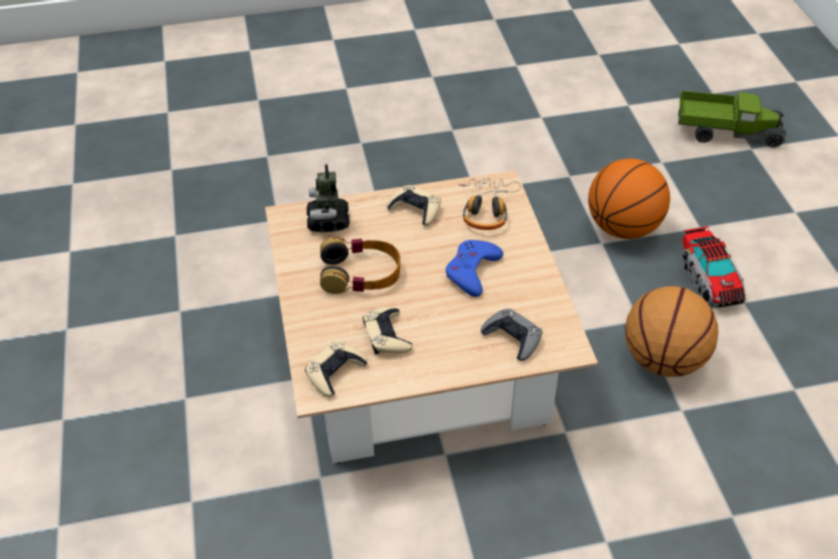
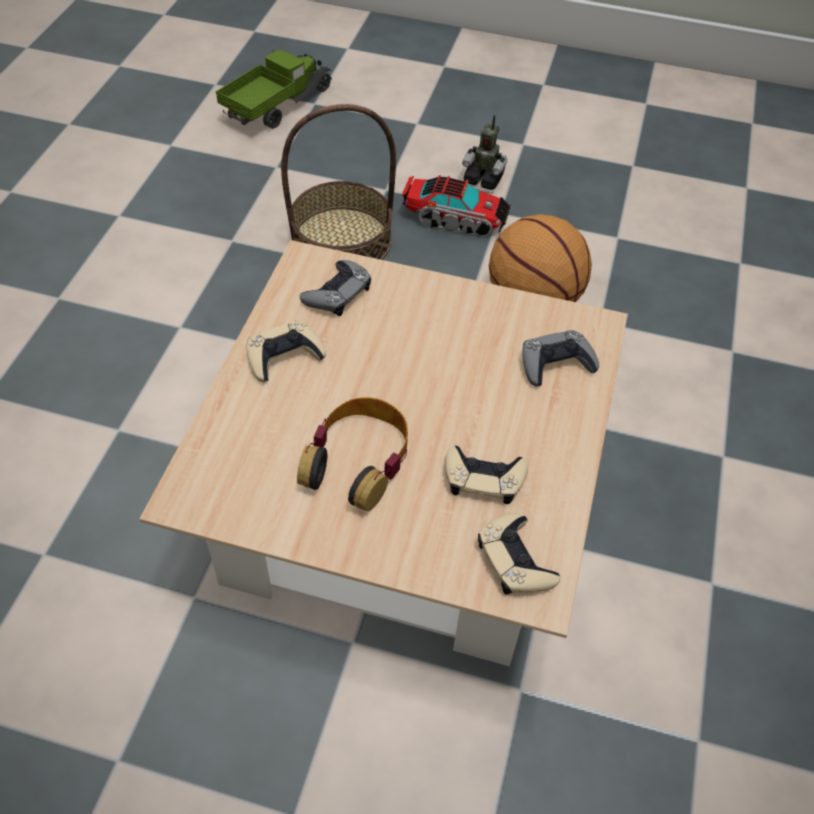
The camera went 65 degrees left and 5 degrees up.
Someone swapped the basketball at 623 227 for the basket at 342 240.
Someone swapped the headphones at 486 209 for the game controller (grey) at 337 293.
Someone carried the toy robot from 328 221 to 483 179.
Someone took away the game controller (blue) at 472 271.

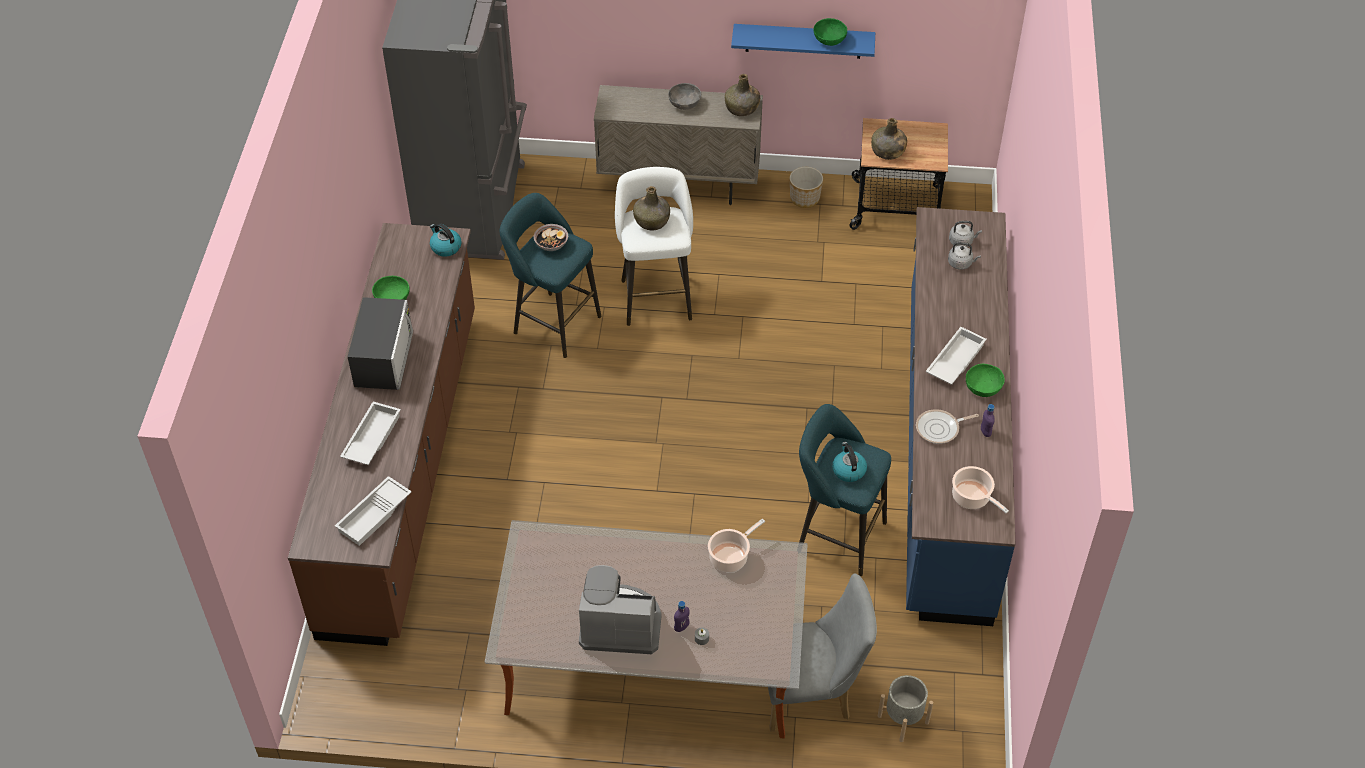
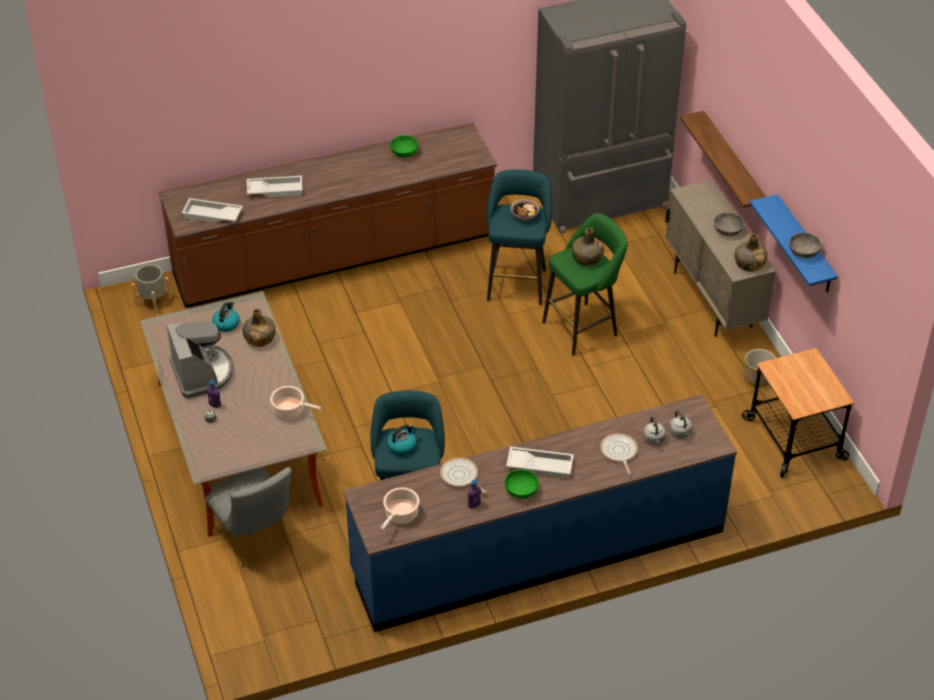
The camera went 65 degrees right and 5 degrees down.
Someone carried the planter (grey) from 903 719 to 153 301.
Someone carried the kettle from 445 247 to 226 323.
Someone carried the bottle (green) from 887 151 to 259 338.
Someone repainted the stool (white) at 655 296, which became the stool (green) at 583 327.
Someone put down the frying pan at 619 452.
Someone put up the shelf at 733 165.
Someone repainted the bowl (green) at 829 40, which became the bowl (grey) at 803 252.
Someone took away the microwave at 384 359.

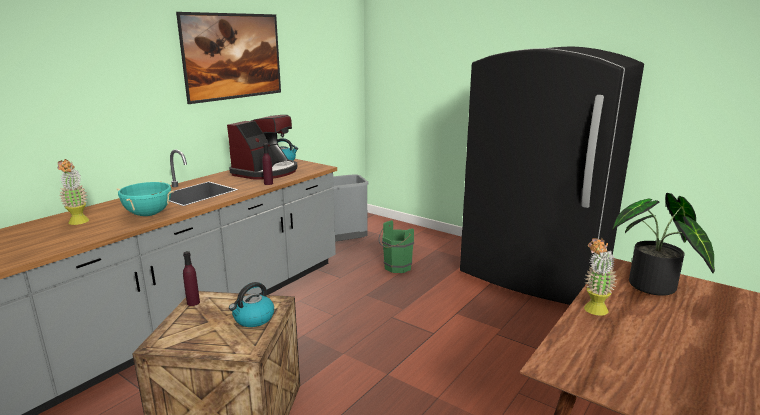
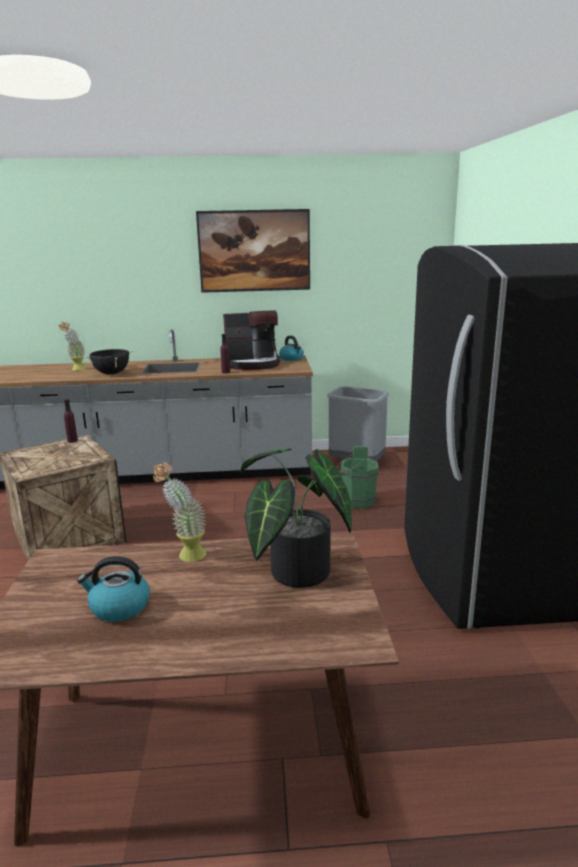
The camera went 50 degrees right and 0 degrees up.
Someone carried the kettle from 253 319 to 119 607.
Someone repainted the cooking pot (turquoise) at 149 214, which became the cooking pot (black) at 111 374.

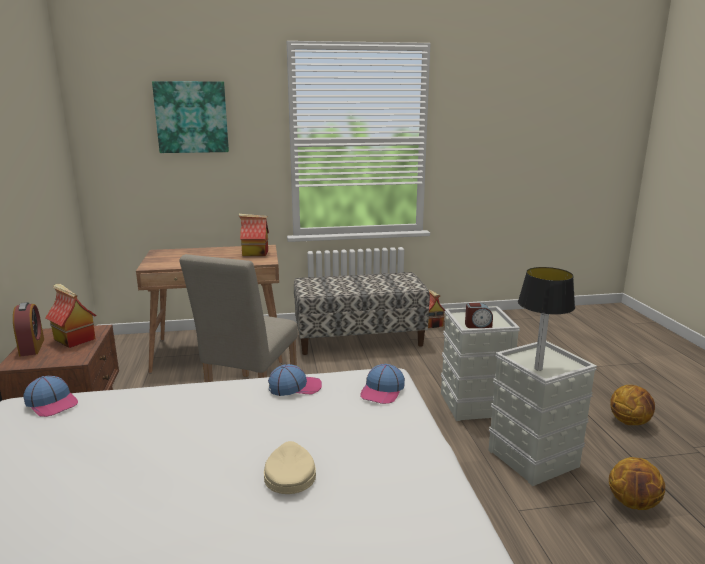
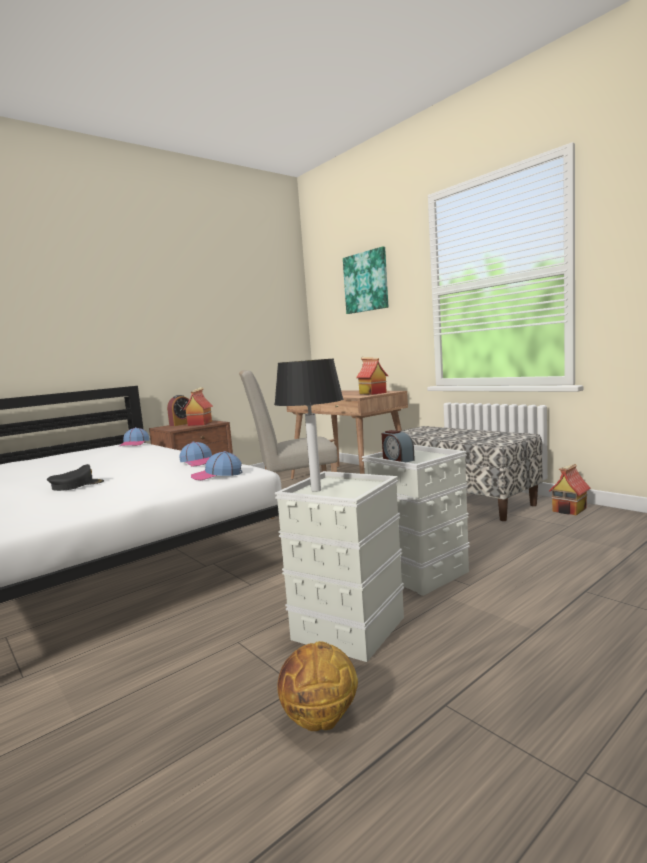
The camera went 60 degrees right and 10 degrees down.
Someone repainted the cap (beige) at 289 474, which became the cap (black) at 76 485.
Someone took away the basketball at 630 422.

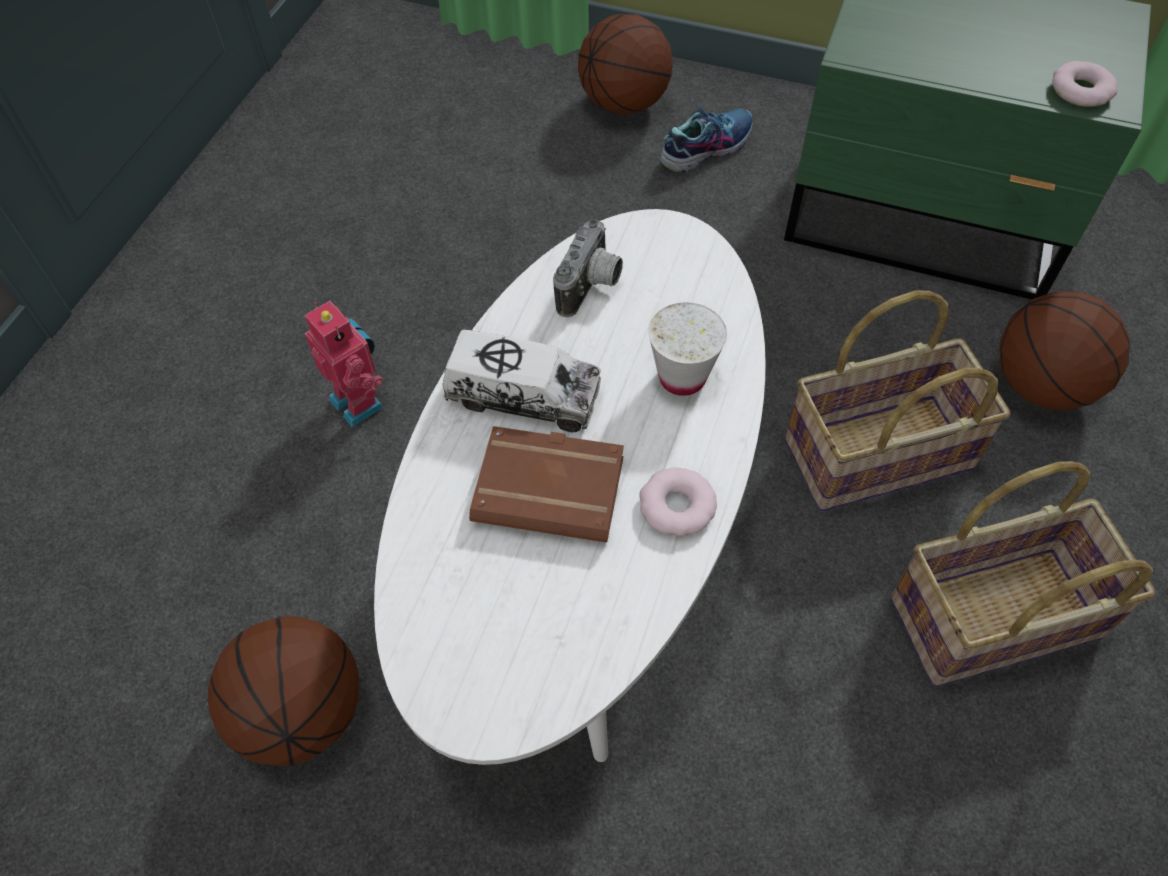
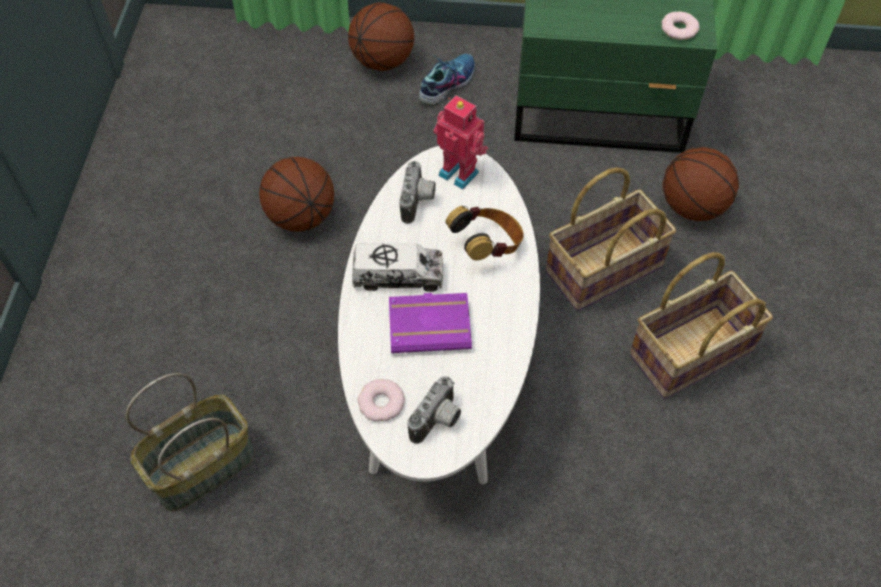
The camera went 15 degrees left and 0 degrees up.
Someone put down the basket at 202 465.
Someone carried the basketball from 301 711 to 300 216.
Someone carried the donut from 677 507 to 381 403.
Someone repainted the book (brown) at 553 487, which became the book (purple) at 431 325.
Someone put down the photo camera at 438 421.
Someone carried the toy robot from 360 401 to 460 172.
Someone swapped the cup (white) at 682 377 for the headphones at 487 246.

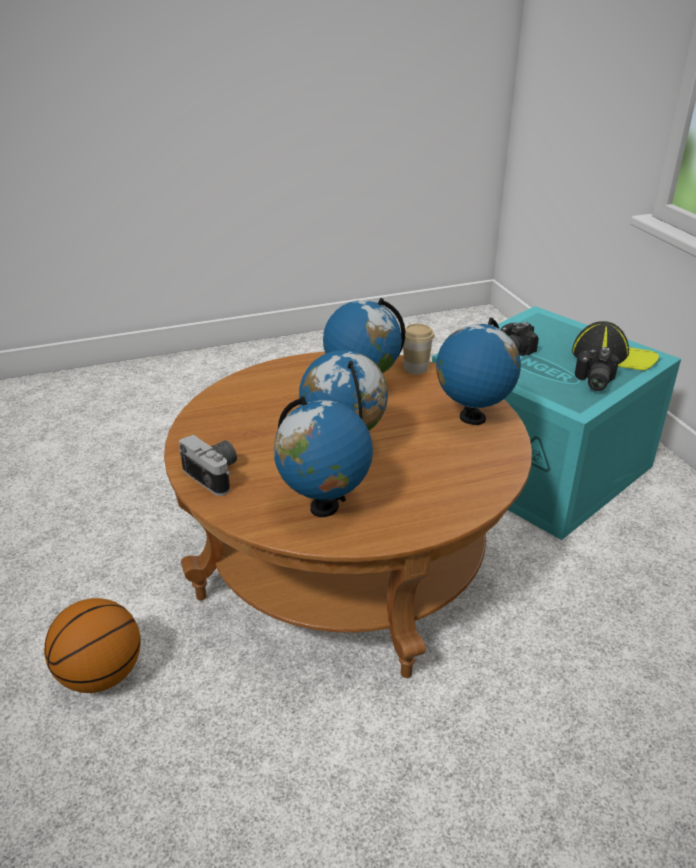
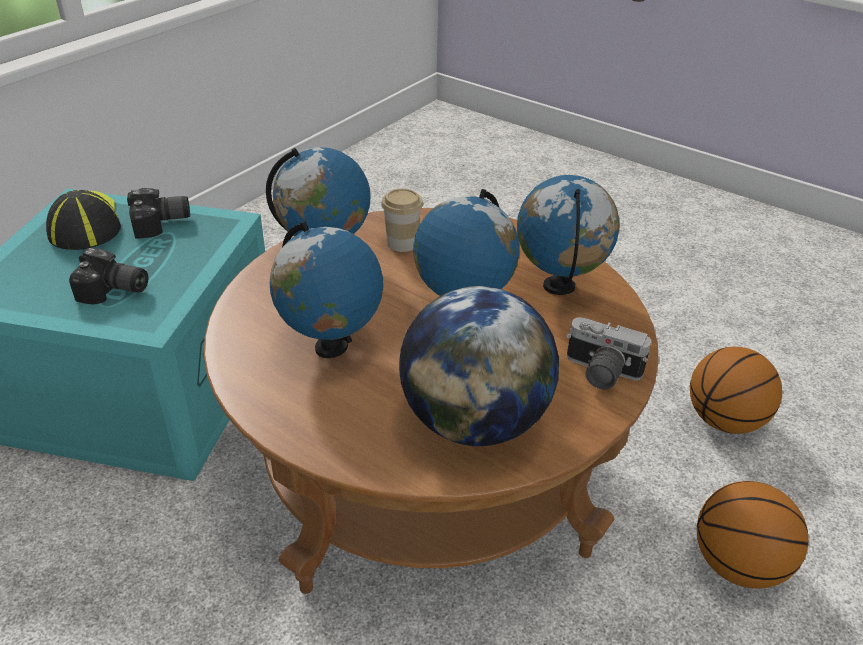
The camera went 125 degrees left and 5 degrees up.
Someone carried the cup from 416 368 to 402 243.
Someone put down the globe at 475 421.
Someone rotated the photo camera at 216 475 by 75 degrees counterclockwise.
Someone put down the basketball at 725 420.

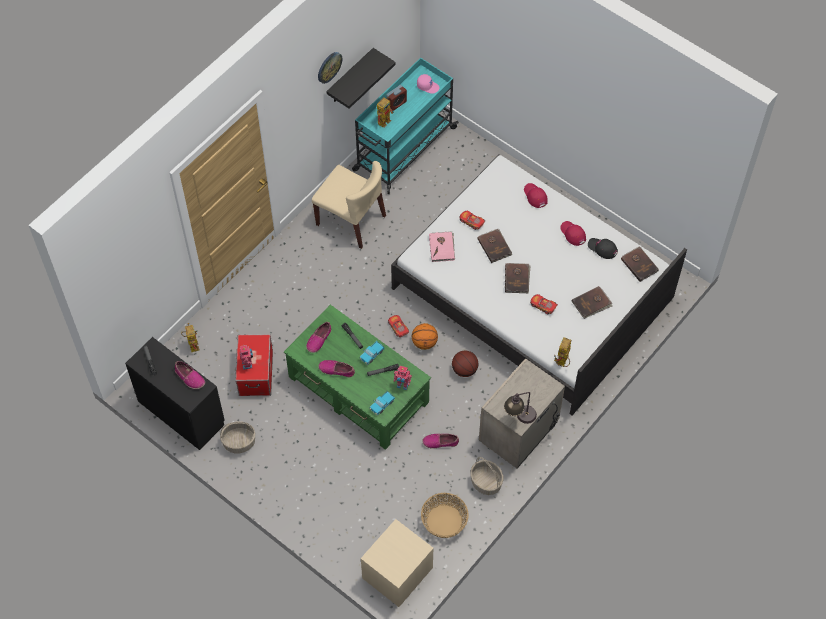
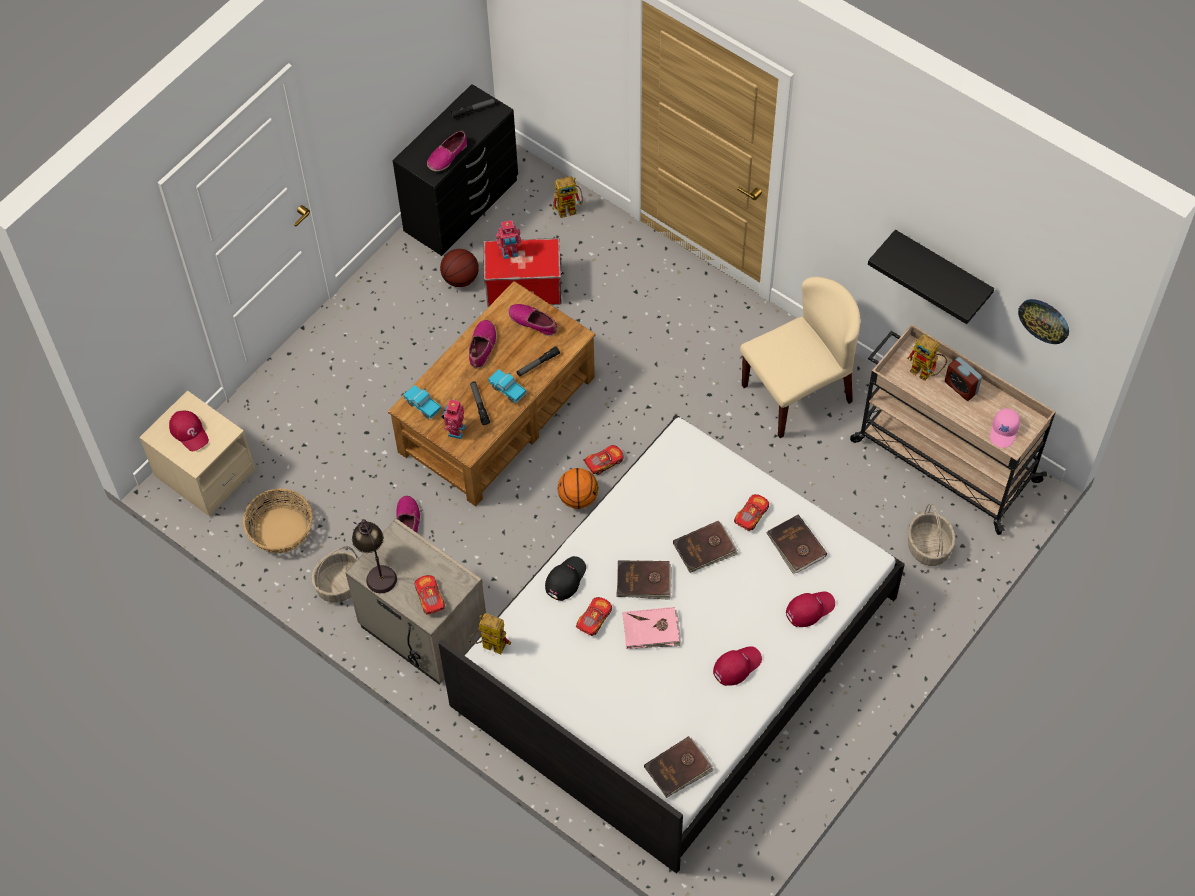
The camera went 90 degrees right and 0 degrees up.
Someone put down the cap (red) at 189 432.
Someone repainted the coffee table (green) at 358 390, which became the coffee table (brown) at 495 414.
Someone put down the toy car at 429 597.
Someone carried the basketball from 464 370 to 460 279.
Someone carried the cap (black) from 602 248 to 565 579.
Someone carried the book (pink) from 442 247 to 651 630.
Someone rotated the chair (beige) at 351 220 by 150 degrees counterclockwise.
Someone carried the book (brown) from 592 303 to 796 546.
Someone repainted the cart (turquoise) at 404 150, which became the cart (beige) at 943 460.
Someone carried the basket from 239 442 to 929 547.
Someone carried the wall clock from 329 67 to 1044 320.

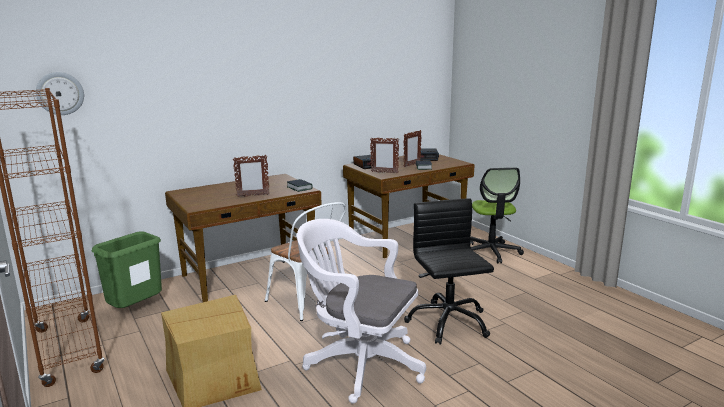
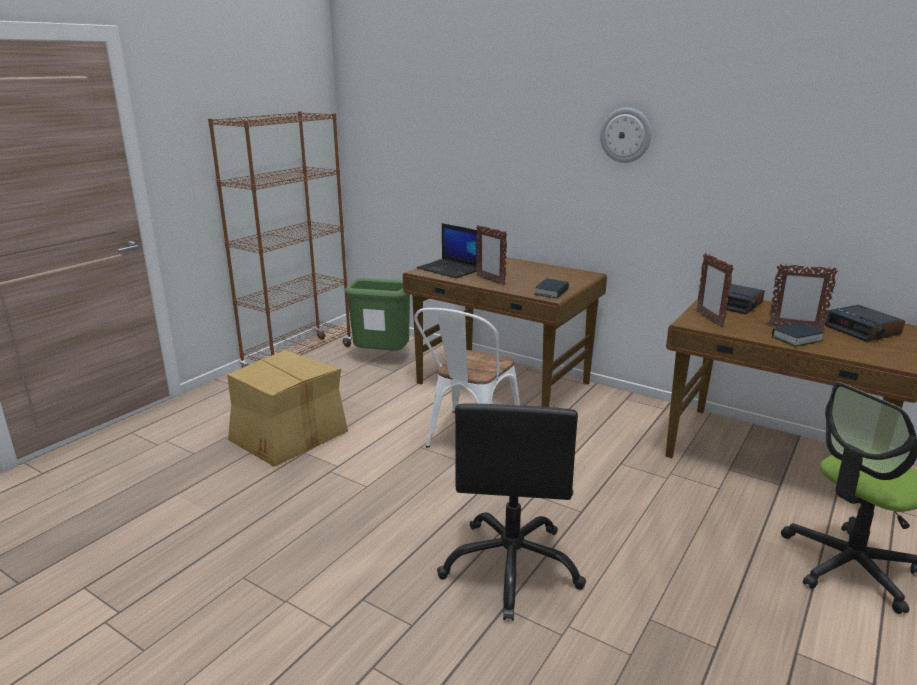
The camera went 65 degrees right and 5 degrees up.
Someone put down the laptop at 450 269.
Someone rotated the office chair (black) at 448 322 by 135 degrees clockwise.
Someone carried the wall clock from 60 93 to 626 135.
Someone took away the office chair (white) at 359 363.

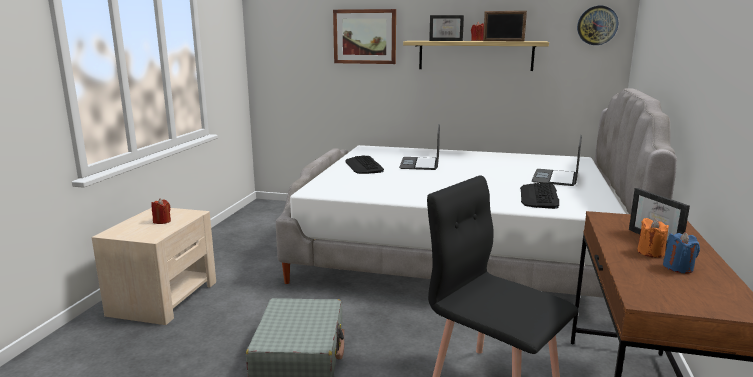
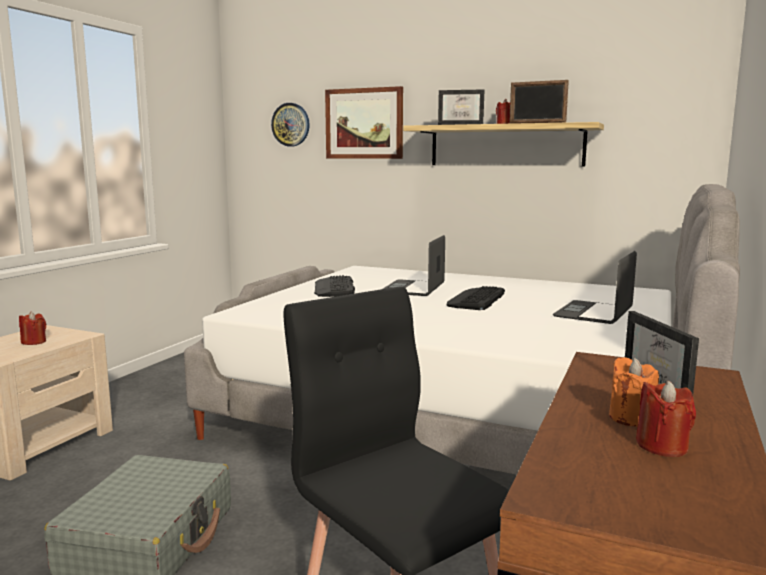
The camera went 10 degrees right and 5 degrees down.
Someone carried the wall clock from 597 25 to 291 124.
Someone carried the keyboard from 539 196 to 476 299.
Someone repainted the candle (blue) at 678 267, which became the candle (red) at 662 446.

